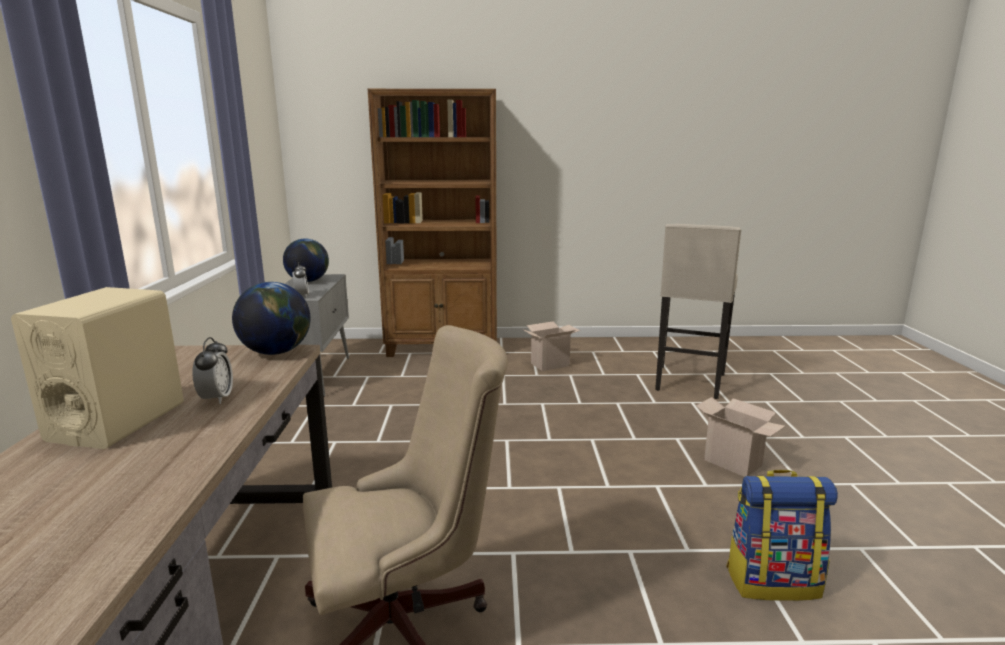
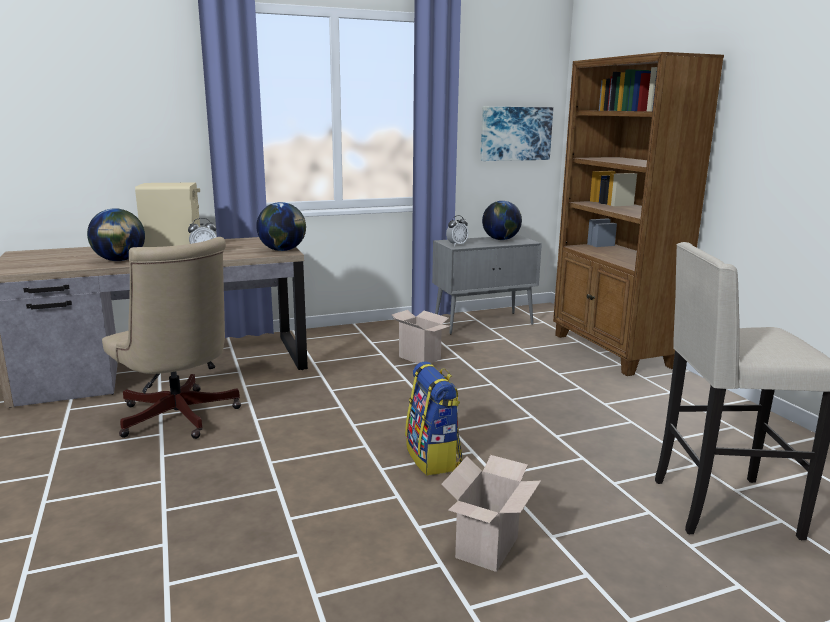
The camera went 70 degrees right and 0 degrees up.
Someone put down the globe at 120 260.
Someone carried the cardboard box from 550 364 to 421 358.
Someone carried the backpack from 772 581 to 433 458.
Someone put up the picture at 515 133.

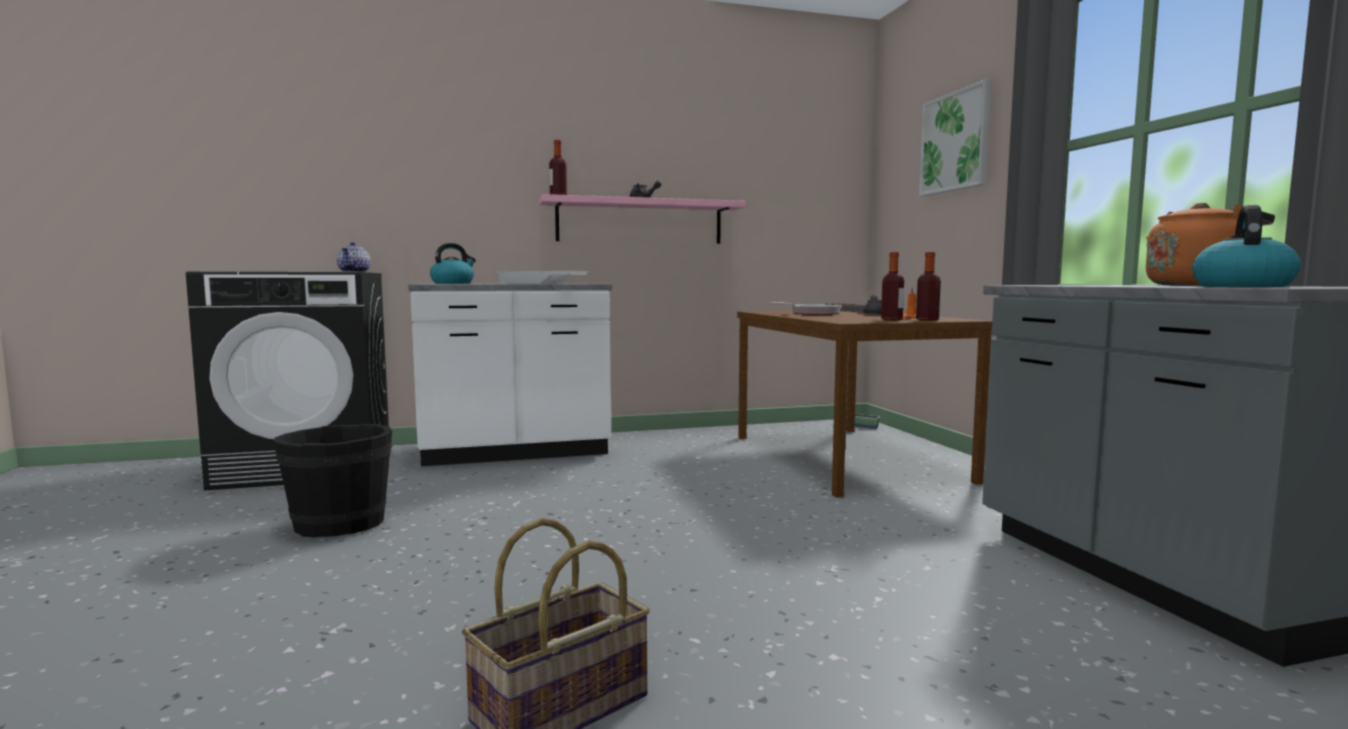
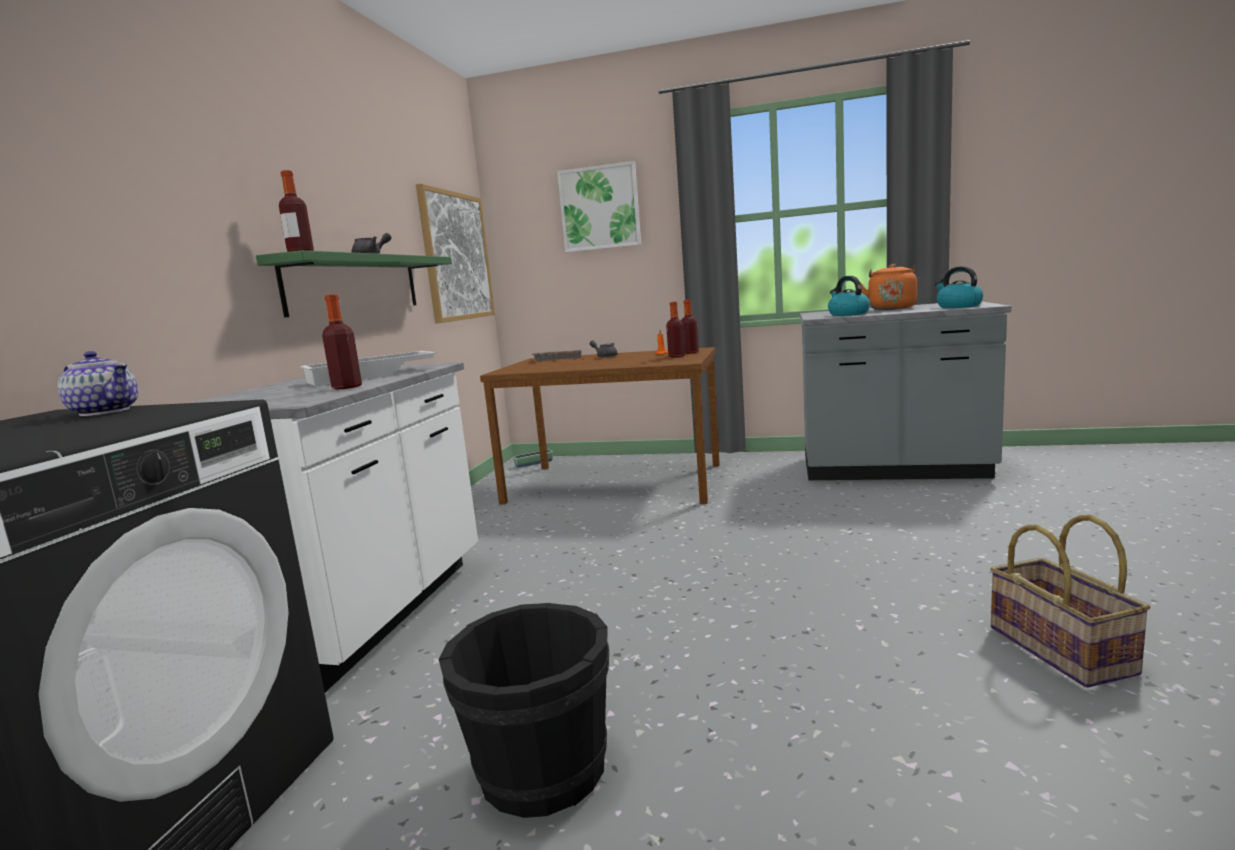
The camera went 60 degrees left and 5 degrees up.
Someone repainted the shelf (pink) at 640 222, which became the shelf (green) at 355 284.
Someone put down the bottle at 347 387.
Someone put up the picture at 456 256.
Someone carried the kettle from 453 283 to 847 314.
Someone took away the frying pan at 811 313.

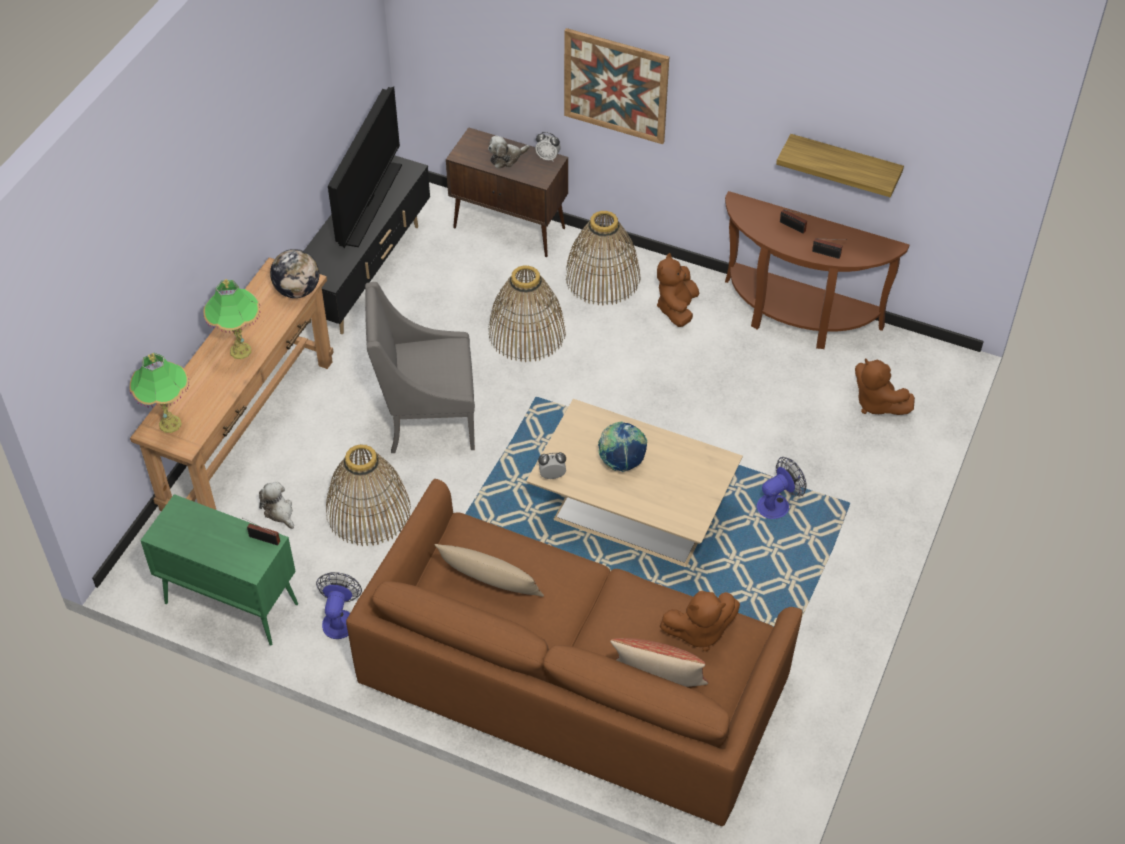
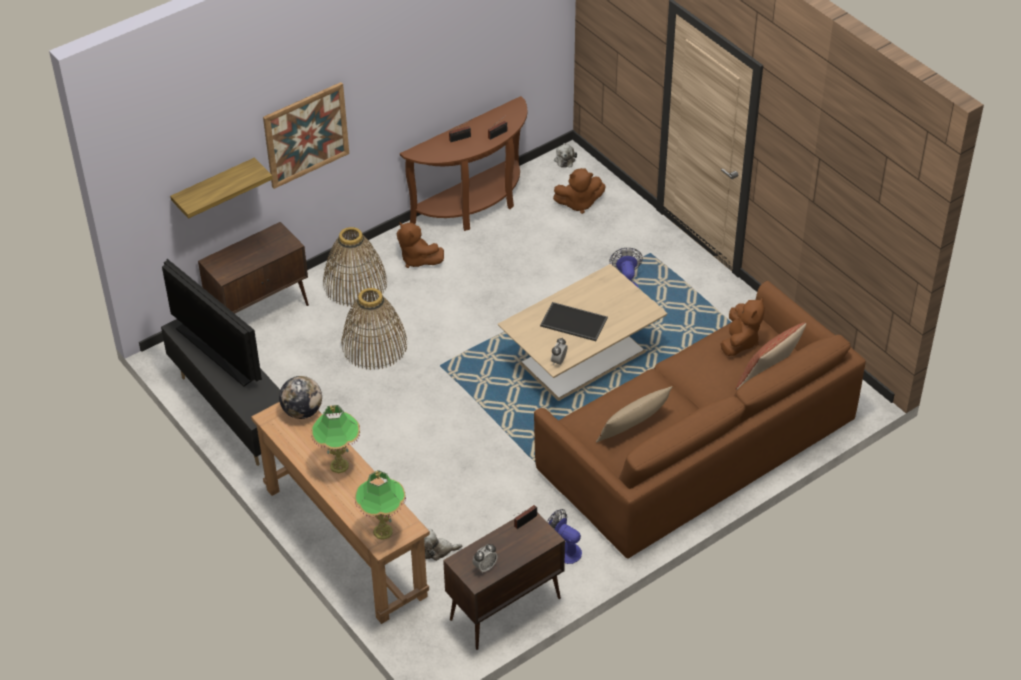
The camera went 60 degrees left and 5 degrees down.
Someone carried the shelf from 844 164 to 214 188.
Someone repainted the cabinet (green) at 230 603, which became the cabinet (brown) at 504 610.
Someone carried the alarm clock from 548 157 to 485 567.
Someone swapped the globe at 621 462 for the tray at 573 322.
Someone carried the plush toy from 506 158 to 564 159.
Someone took away the basket at 368 511.
Someone took away the armchair (grey) at 427 419.

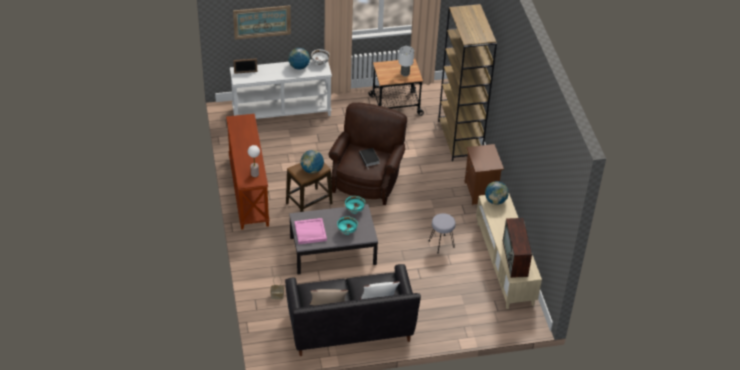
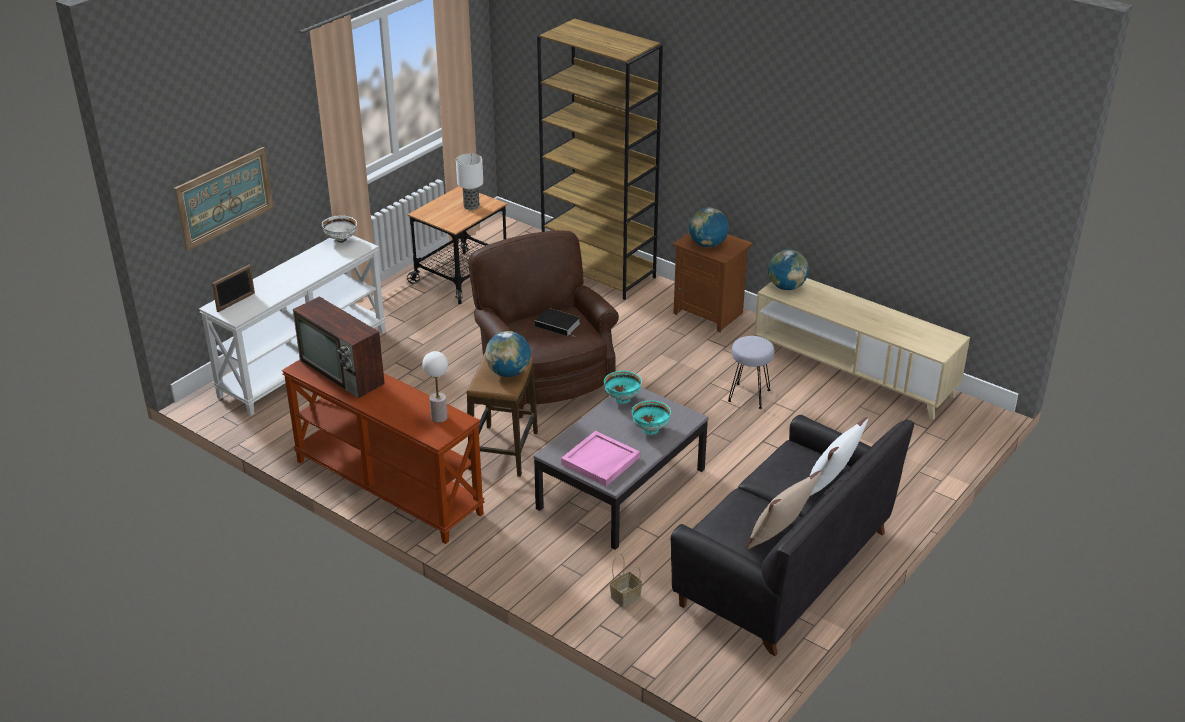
The camera went 40 degrees left and 10 degrees down.
Someone carried the television from 515 259 to 343 372.
Someone carried the globe from 299 67 to 707 244.

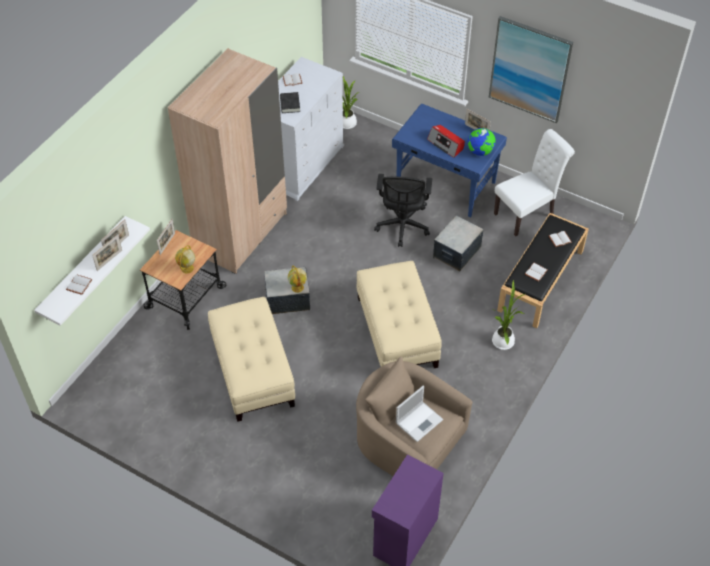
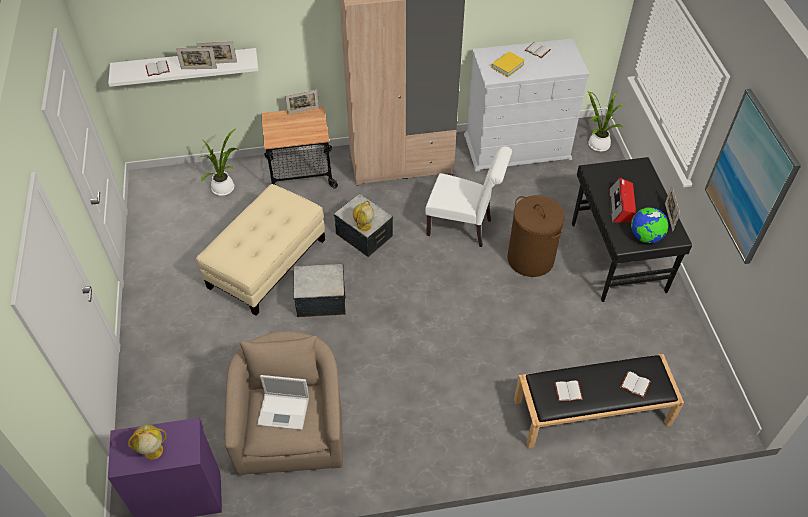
The camera went 50 degrees right and 0 degrees up.
Someone carried the globe from 187 269 to 153 451.
Someone carried the potted plant from 503 340 to 225 188.
Someone carried the storage box from 456 252 to 321 300.
Someone carried the chair (white) from 527 213 to 463 228.
Someone repainted the book (black) at 290 104, which became the book (yellow) at 507 66.
Someone swapped the office chair (black) at 402 227 for the laundry basket (brown) at 530 259.
Someone repainted the desk (blue) at 446 185, which became the desk (black) at 617 257.
Someone took away the ottoman (beige) at 397 331.

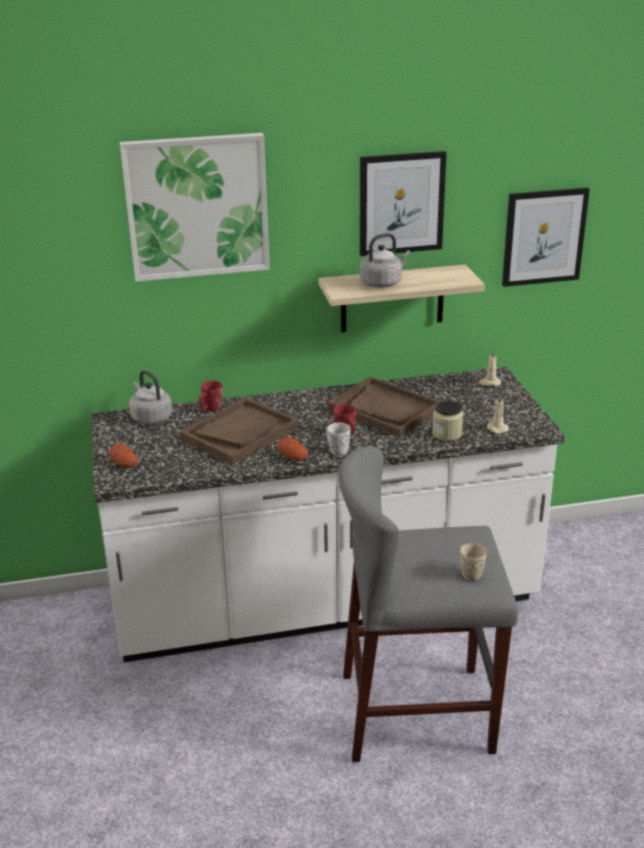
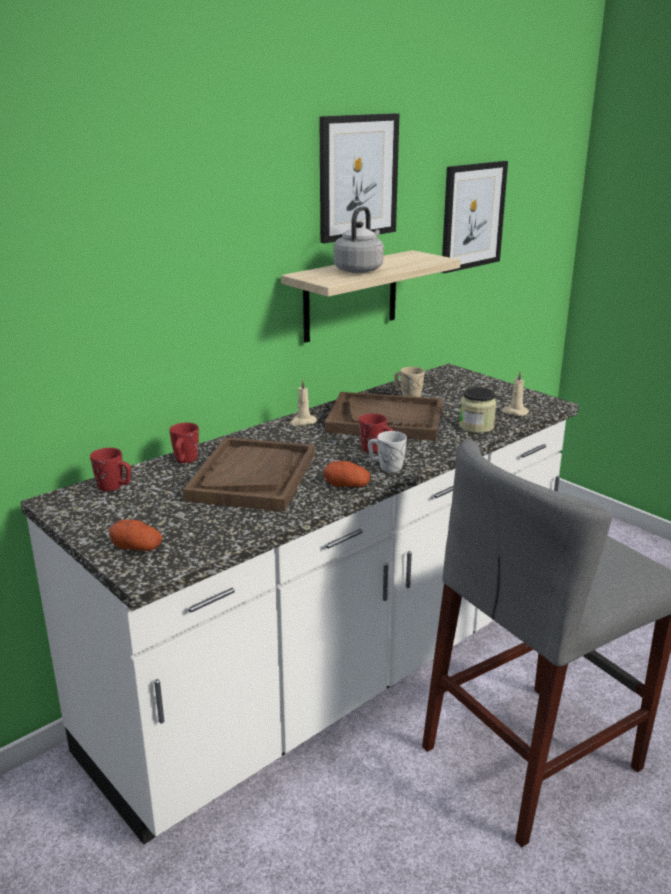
The camera went 30 degrees left and 5 degrees down.
Someone swapped the kettle (grey) at 150 417 for the mug (red) at 114 487.
Someone carried the candle (beige) from 489 382 to 302 422.
Someone carried the mug (beige) from 469 572 to 407 396.
Someone took away the picture at 197 207.

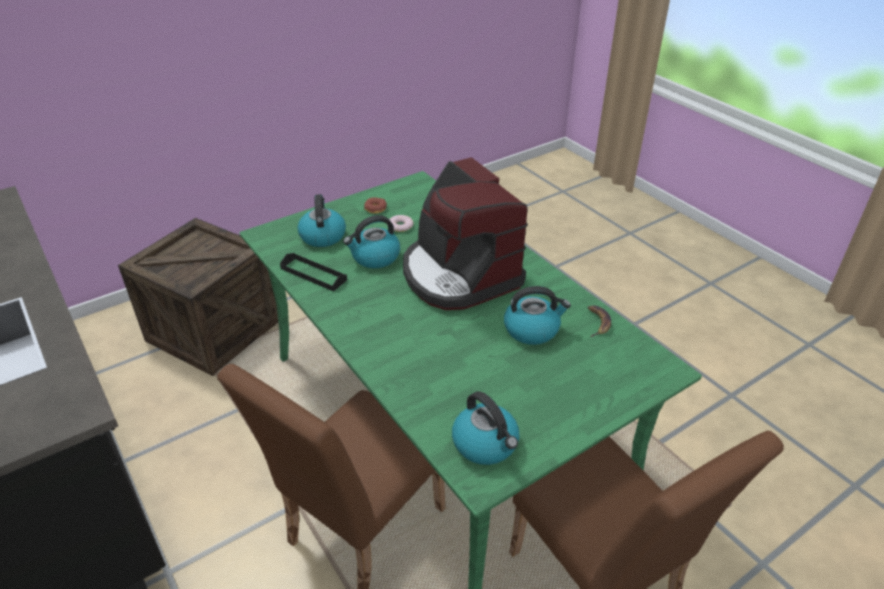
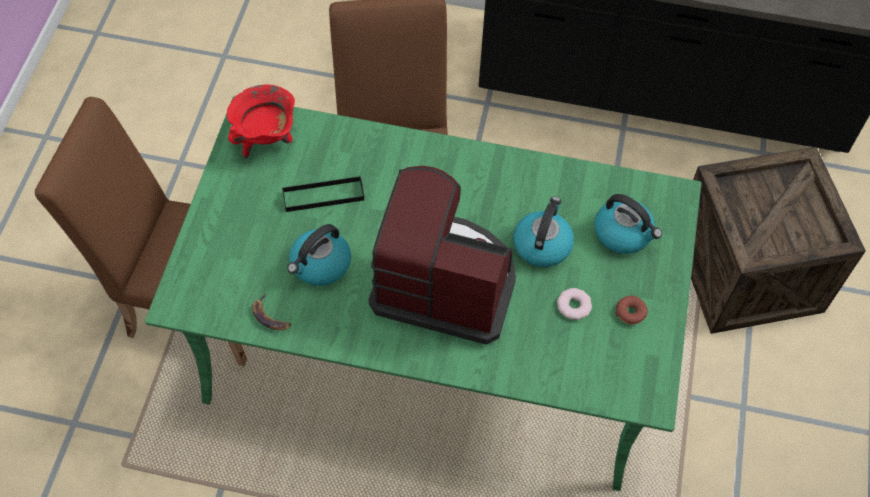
The camera went 135 degrees right and 20 degrees up.
Someone swapped the kettle at 486 444 for the cooking pot (red) at 266 140.
Someone carried the tray (black) from 313 274 to 323 196.

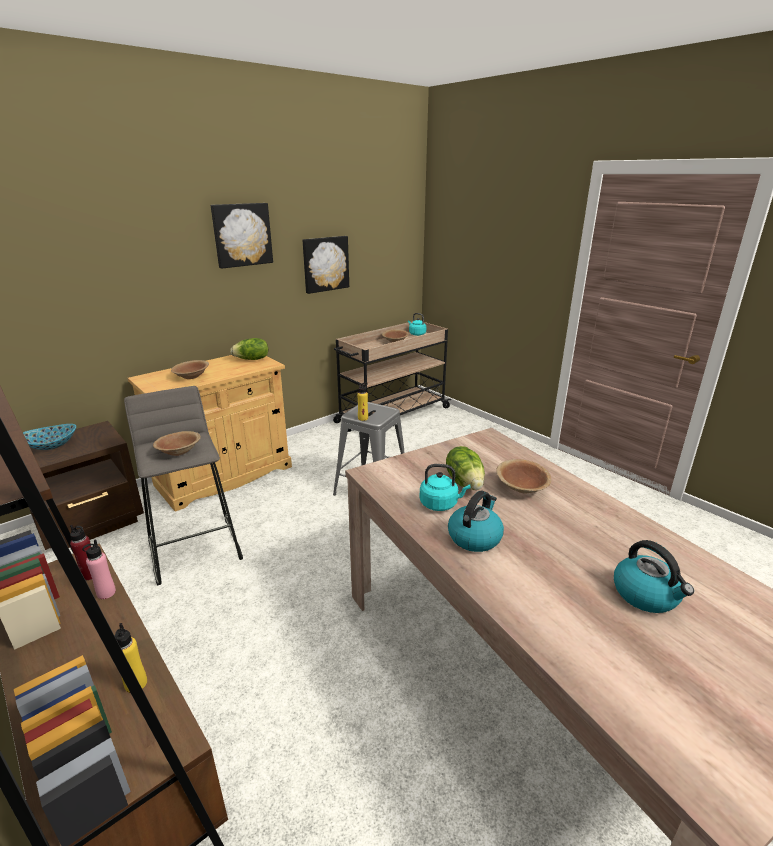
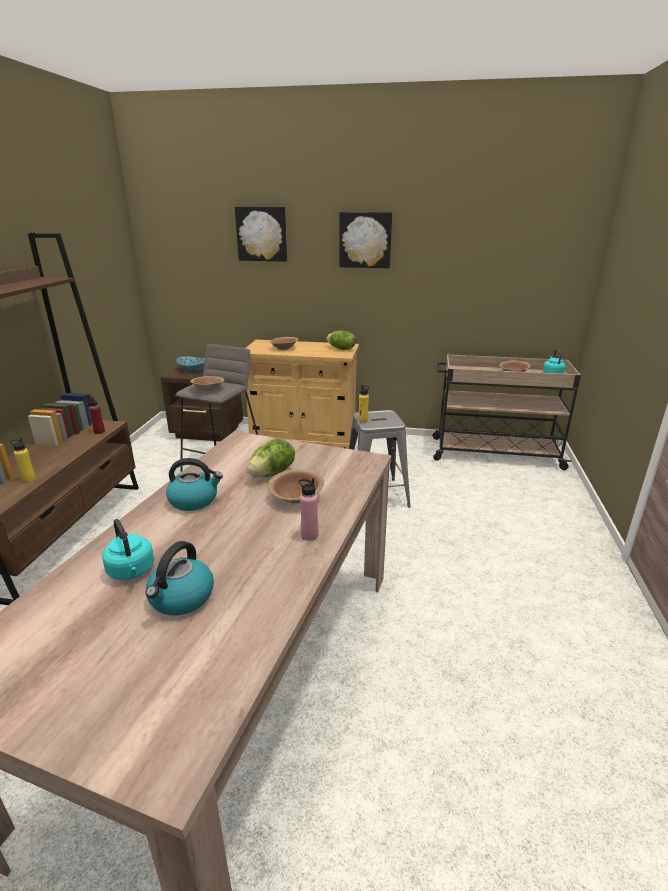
The camera went 50 degrees right and 0 degrees up.
Someone carried the kettle (turquoise) from 440 504 to 132 572.
Someone carried the picture from 325 264 to 262 234.
Someone carried the bottle (pink) from 106 593 to 309 535.

